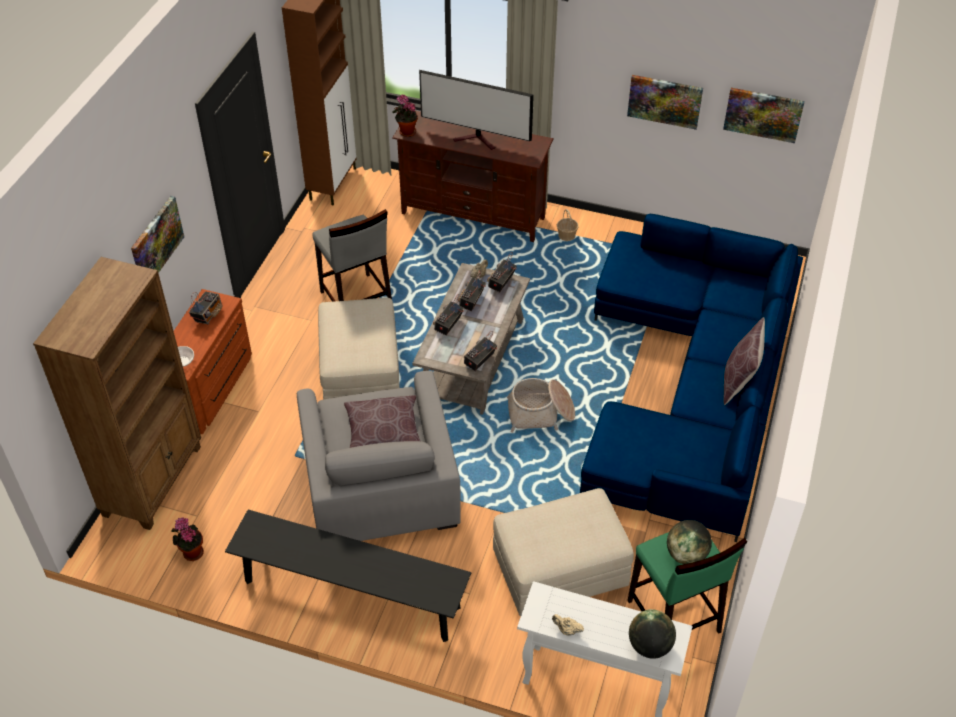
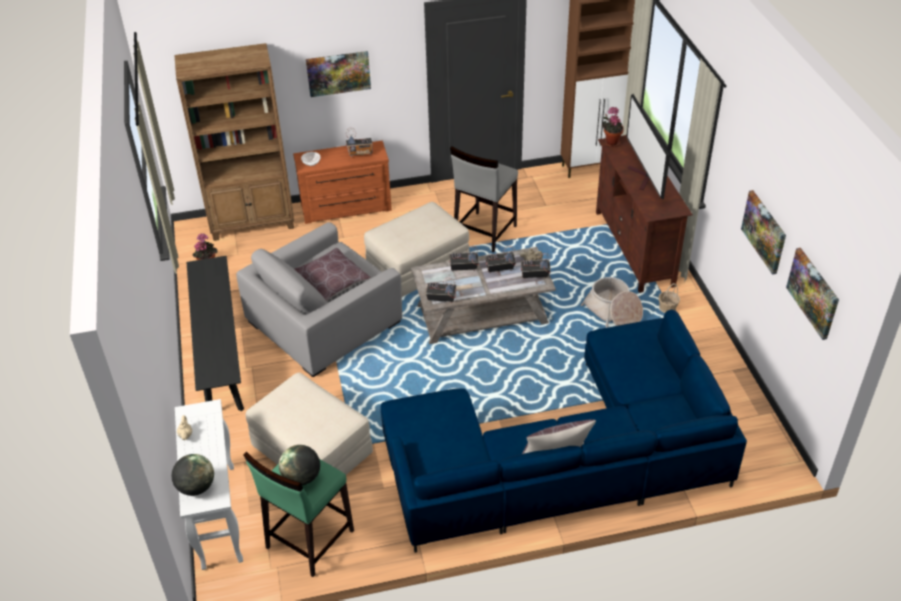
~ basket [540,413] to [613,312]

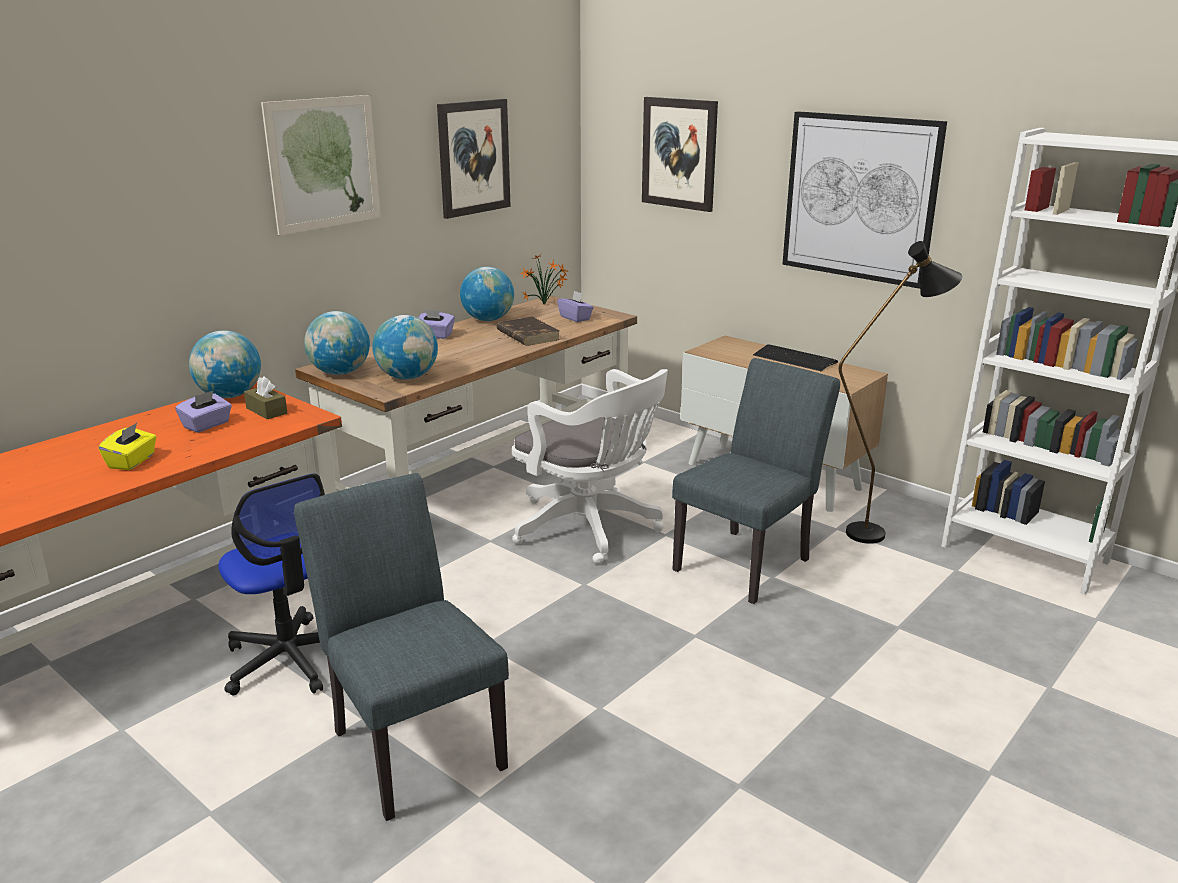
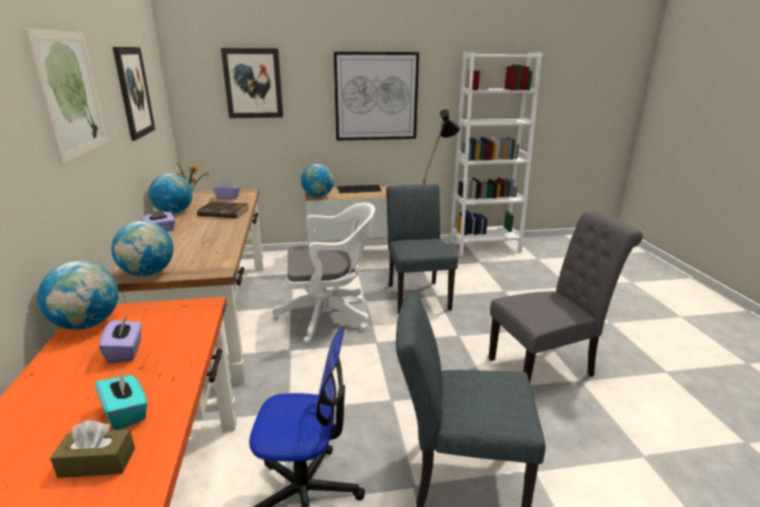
~ brown tissue box [266,411] to [97,463]
~ yellow tissue box [132,461] to turquoise tissue box [126,413]
~ globe [407,377] to [318,196]
+ grey chair [546,366]

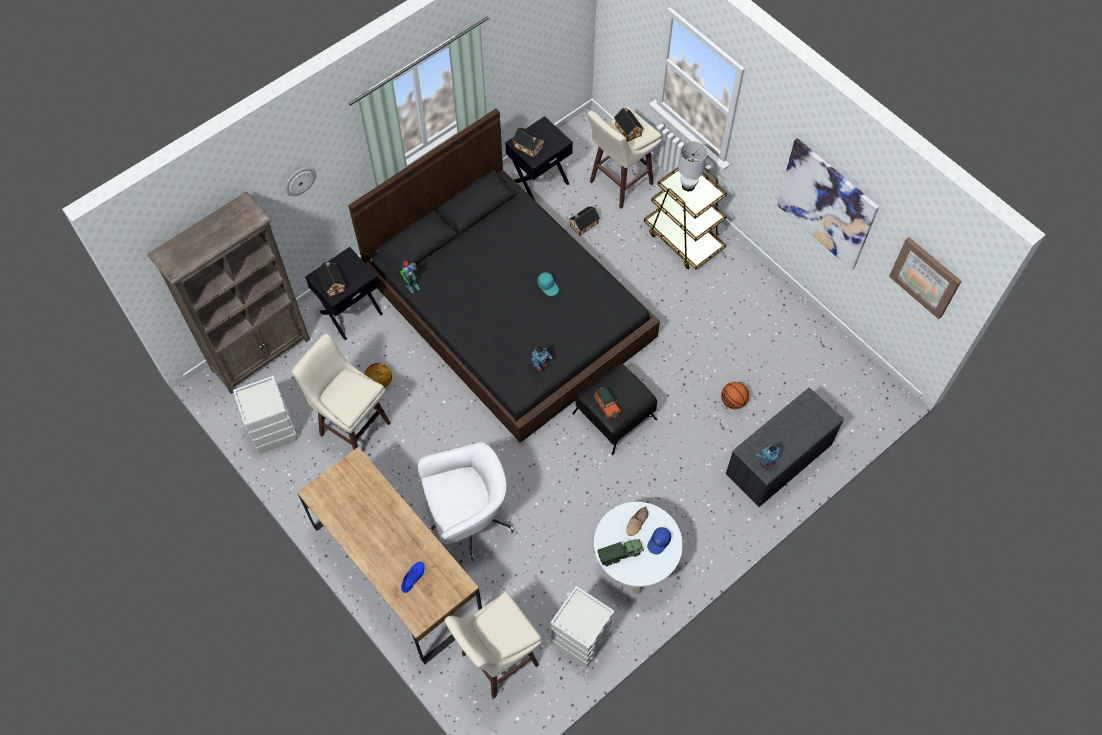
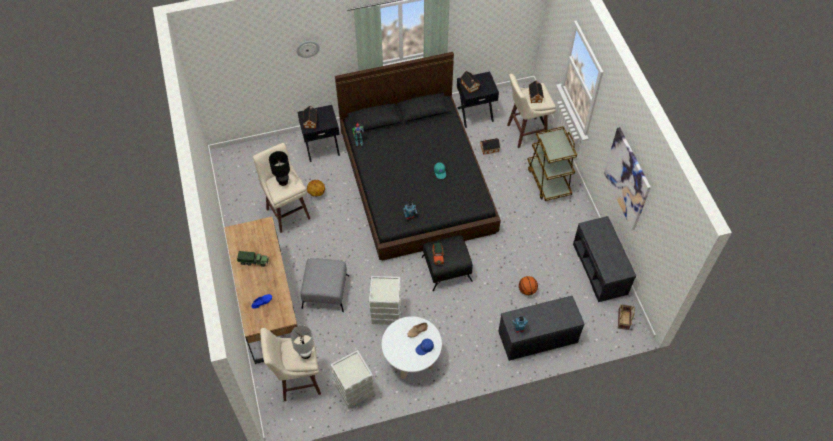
~ toy truck [620,554] to [254,261]
+ black table lamp [283,181]
~ white table lamp [688,185] to [305,353]
~ white office chair [468,519] to grey ottoman [325,292]
~ grey storage box [273,431] to [385,312]
+ grey bench [600,269]
+ basket [624,320]
- brown bookcase [261,353]
- picture [925,277]

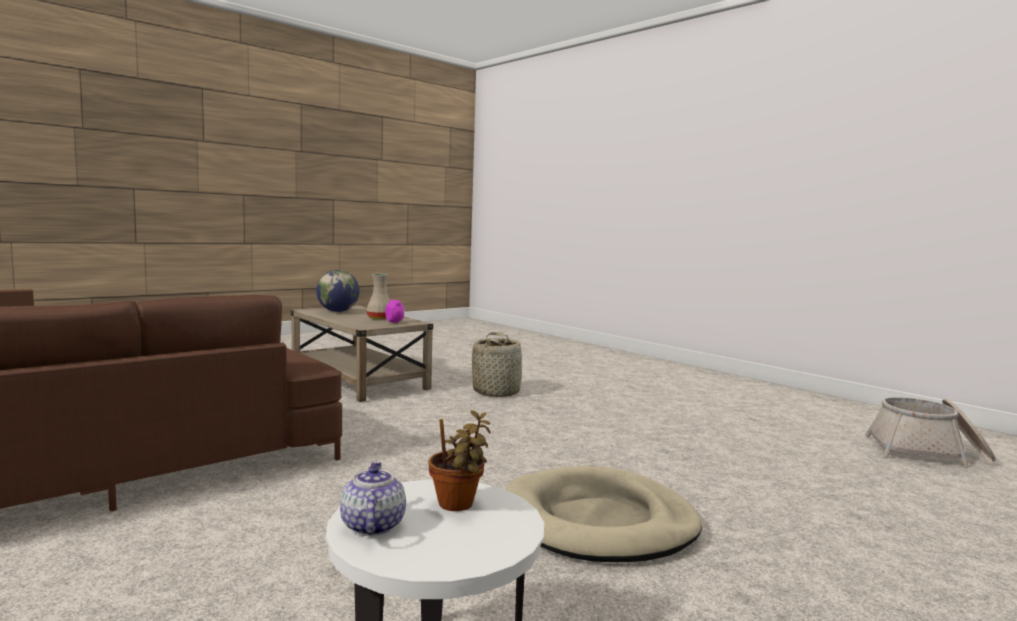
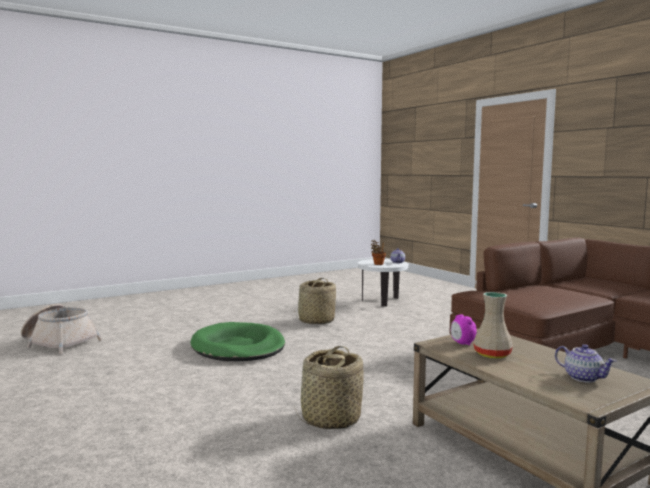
+ green dog bed [238,347]
~ beige dog bed [599,522] to basket [316,321]
~ globe [338,311] to teapot [582,377]

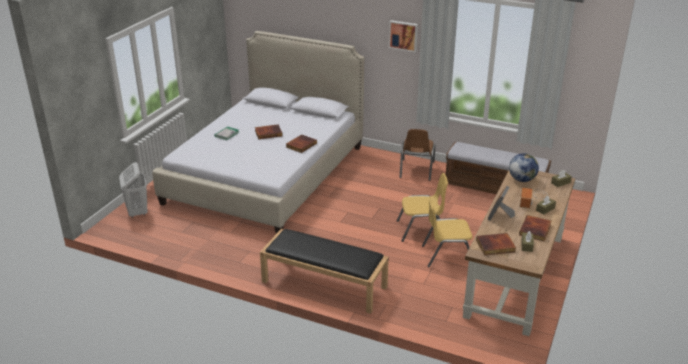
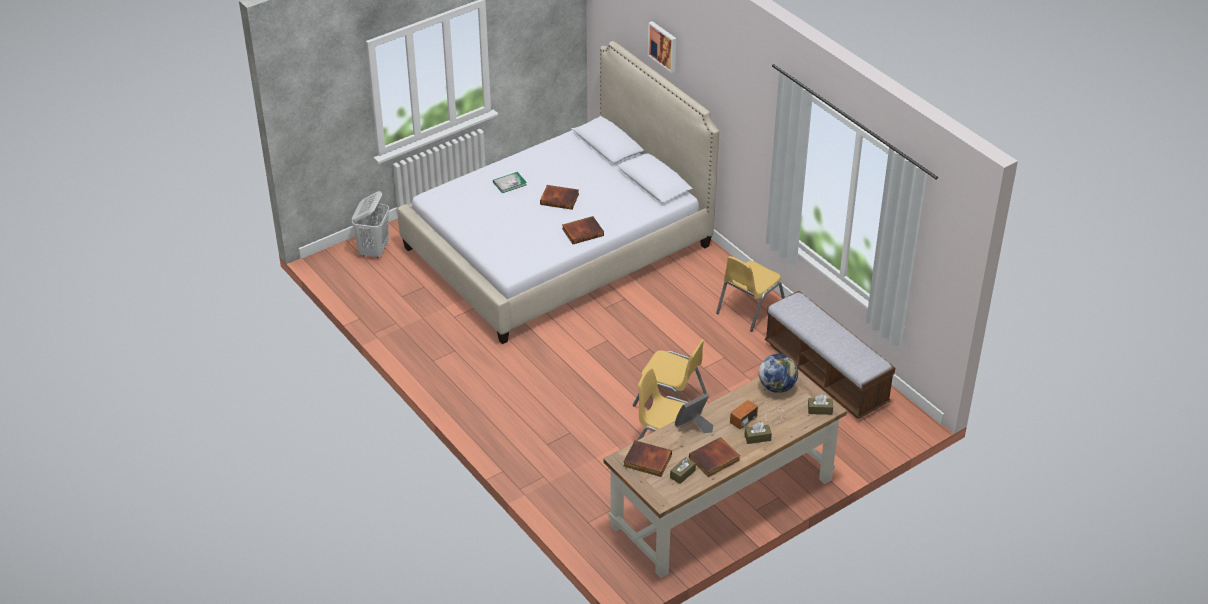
~ picture [403,35] to [663,46]
~ brown chair [416,170] to yellow chair [749,308]
- black bench [323,284]

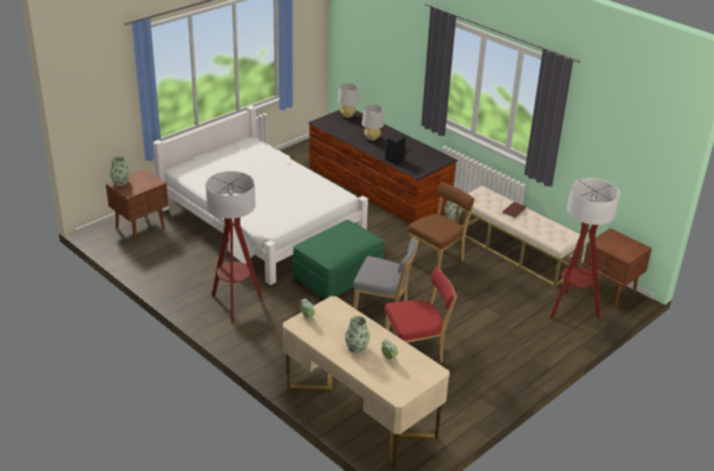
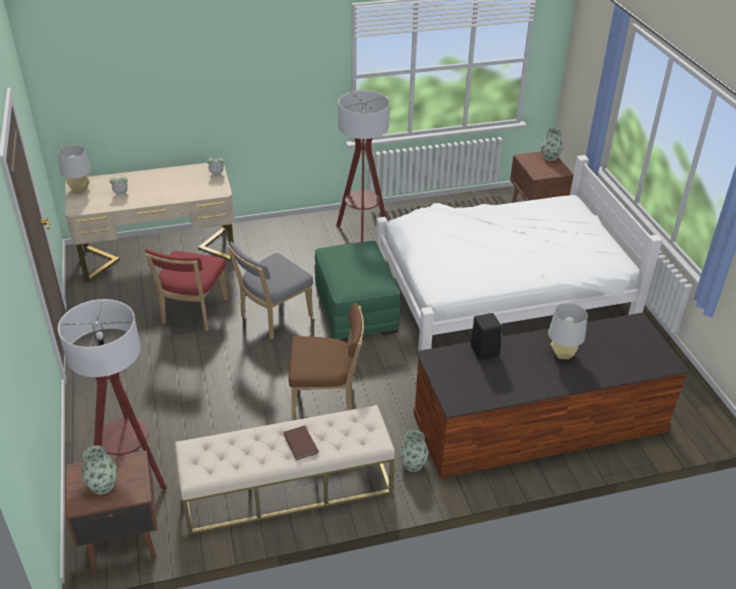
~ grey table lamp [347,115] to [79,189]
~ vase [356,347] to [102,485]
~ brown chair [437,259] = [326,400] 75 degrees counterclockwise

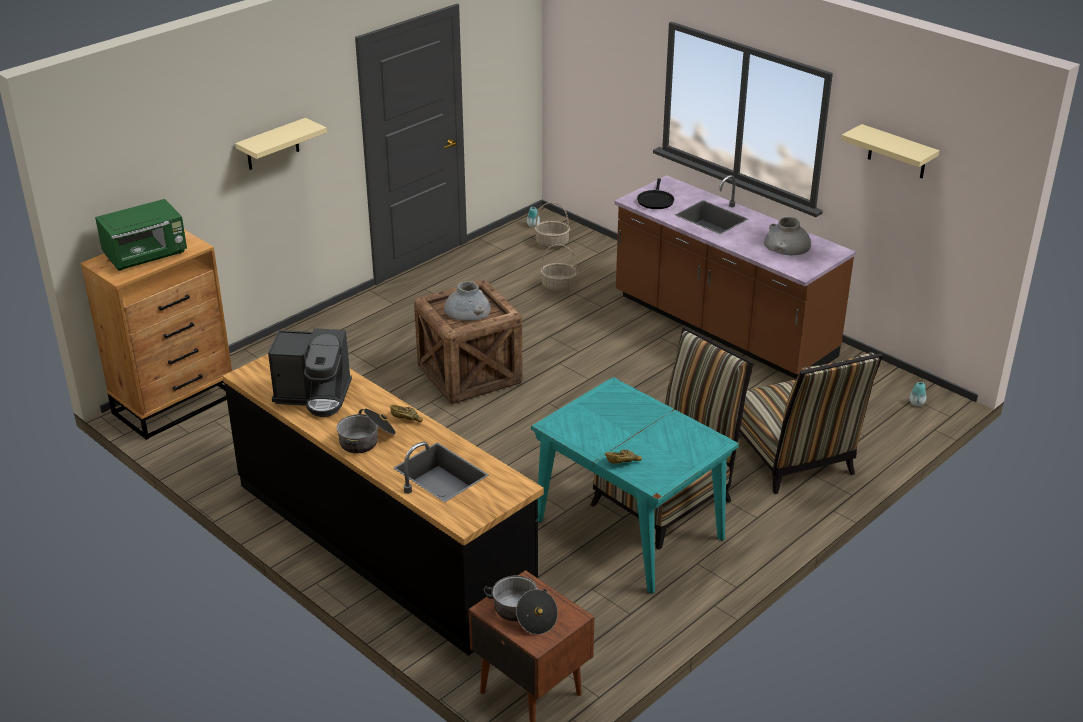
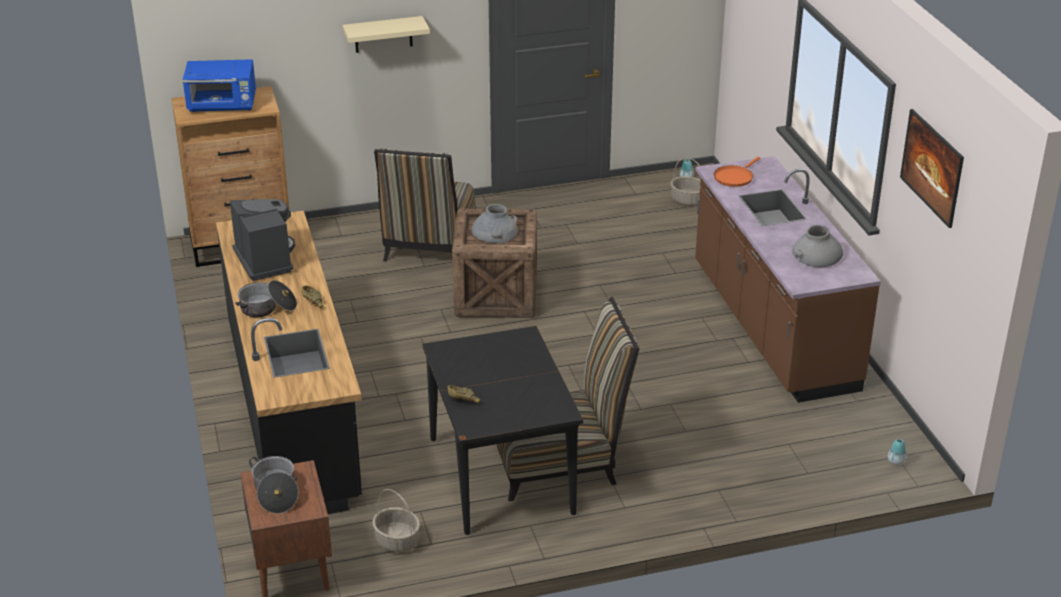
~ green microwave [146,255] to blue microwave [223,105]
~ coffee machine [314,396] = [265,260] 150 degrees counterclockwise
~ basket [558,286] to [396,541]
~ chair [793,459] to [429,245]
~ turquoise dining table [630,529] to black dining table [501,475]
~ black frying pan [655,201] to orange frying pan [734,177]
~ beige shelf [897,152] to picture [929,184]

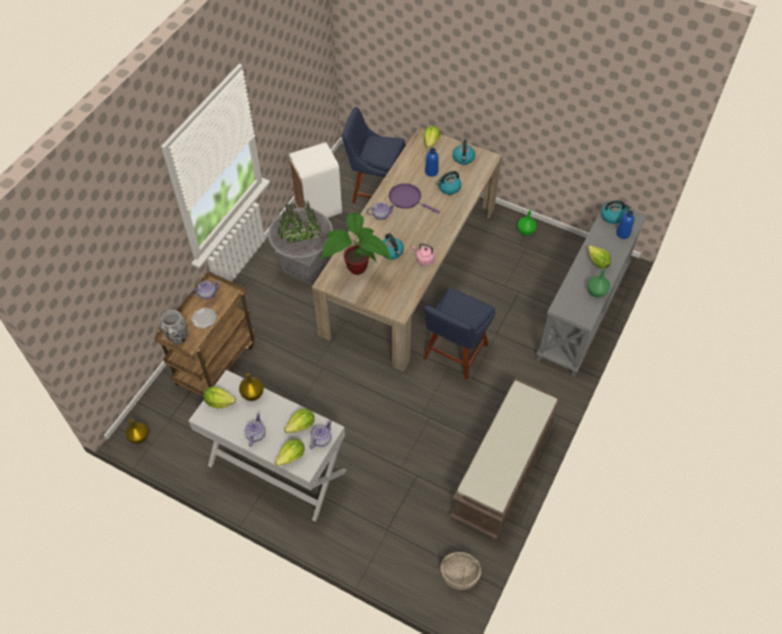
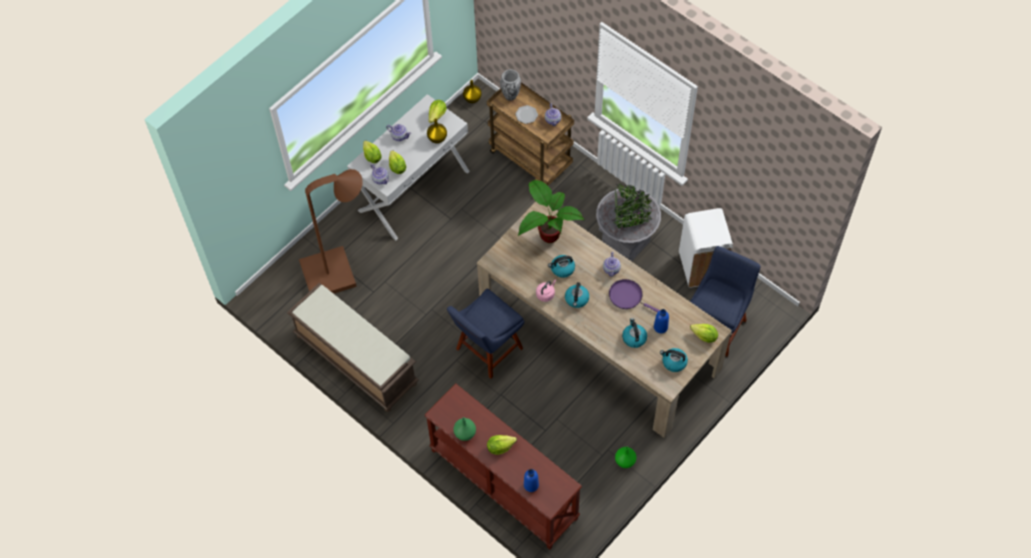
+ brown floor lamp [337,271]
~ grey console table [583,313] to brown console table [502,484]
~ blue chair [454,354] = [487,351] 90 degrees counterclockwise
~ kettle [612,216] to [577,299]
~ purple frying pan [407,198] = [628,296] 105 degrees counterclockwise
- basket [460,575]

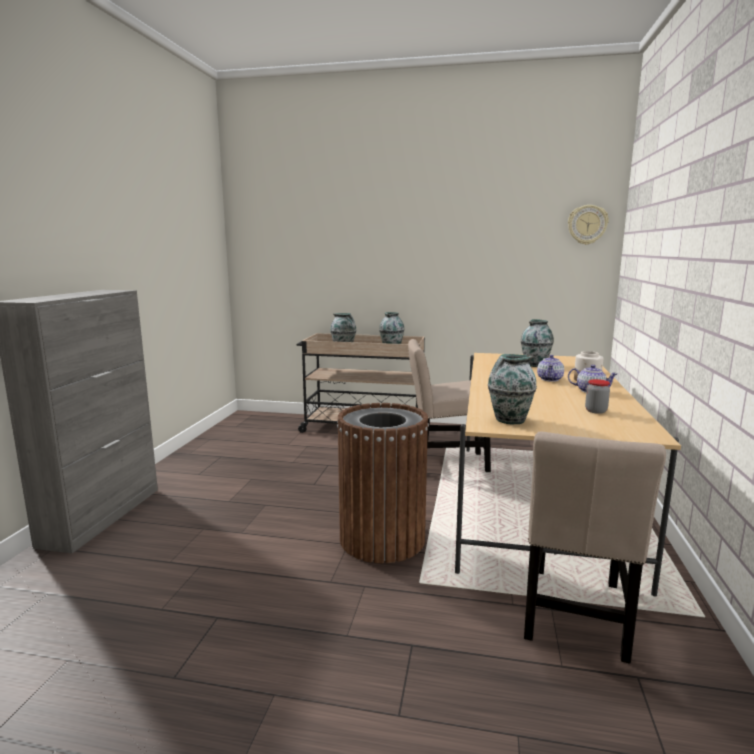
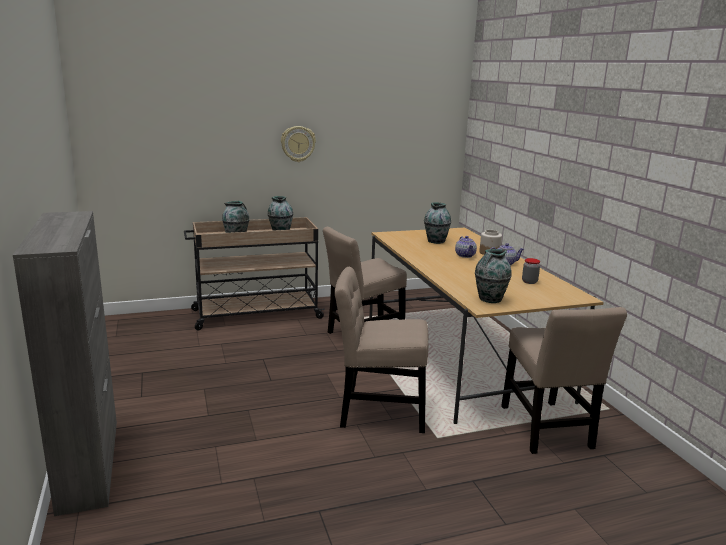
~ wall clock [587,224] to [298,144]
~ brown trash can [382,539] to beige chair [378,413]

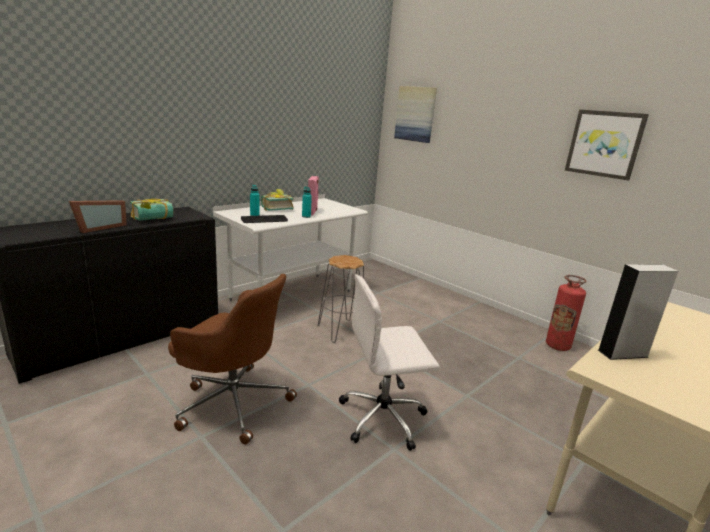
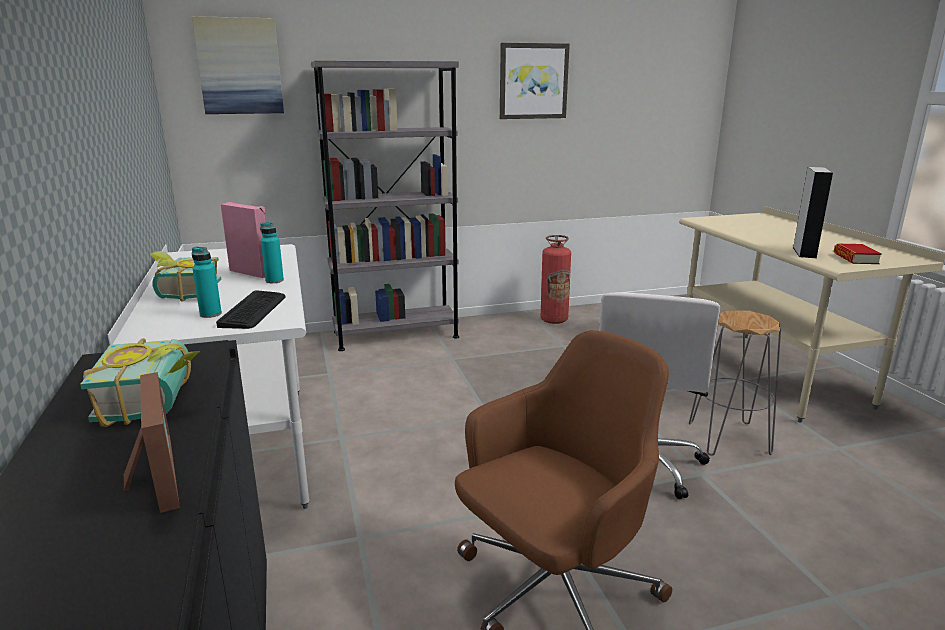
+ grey bookcase [396,334]
~ grey stool [340,331] to [729,439]
+ book [855,258]

